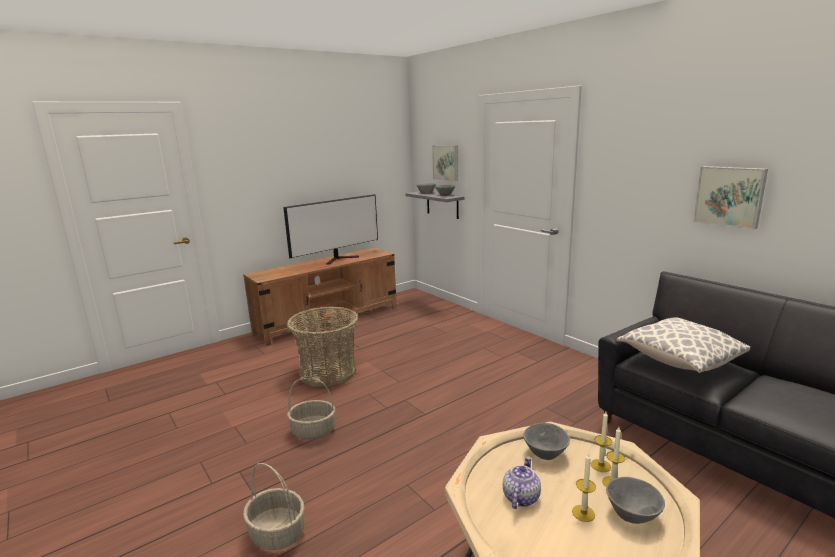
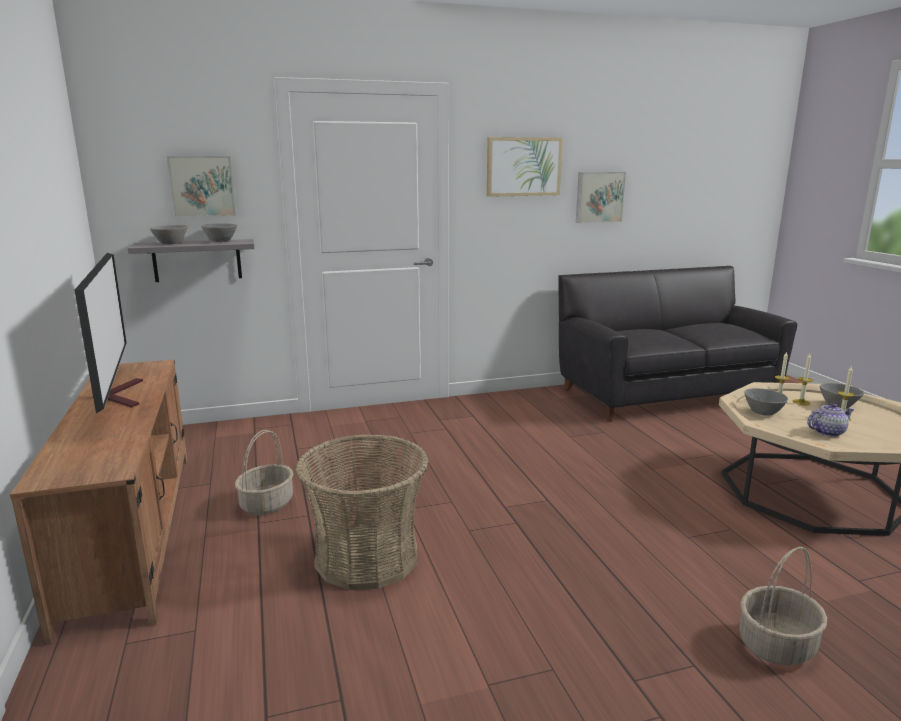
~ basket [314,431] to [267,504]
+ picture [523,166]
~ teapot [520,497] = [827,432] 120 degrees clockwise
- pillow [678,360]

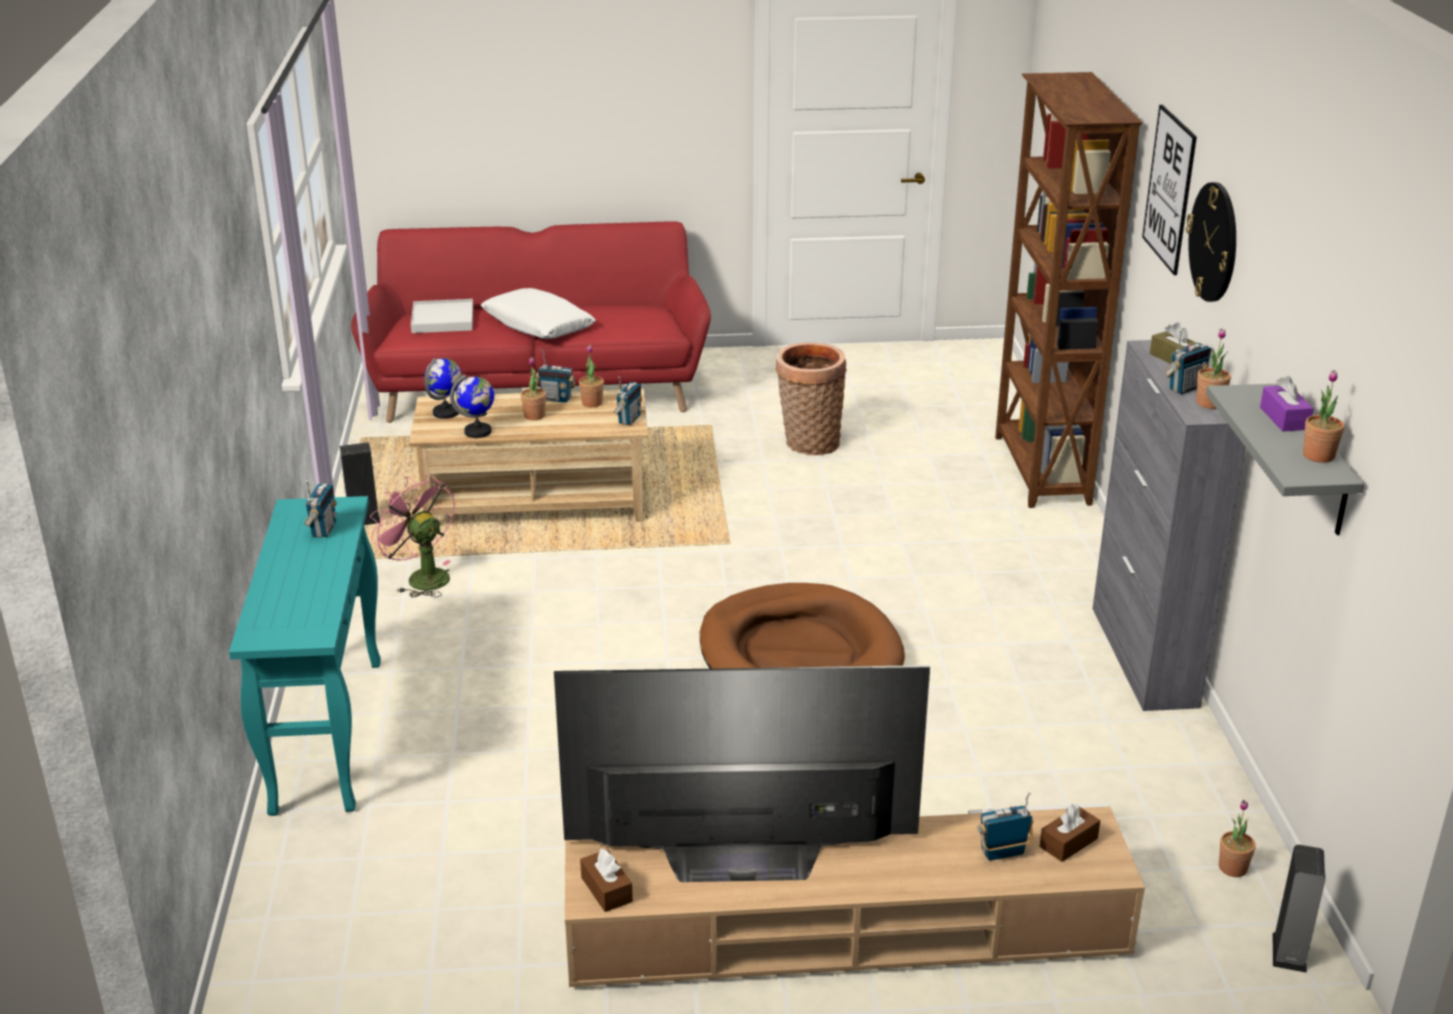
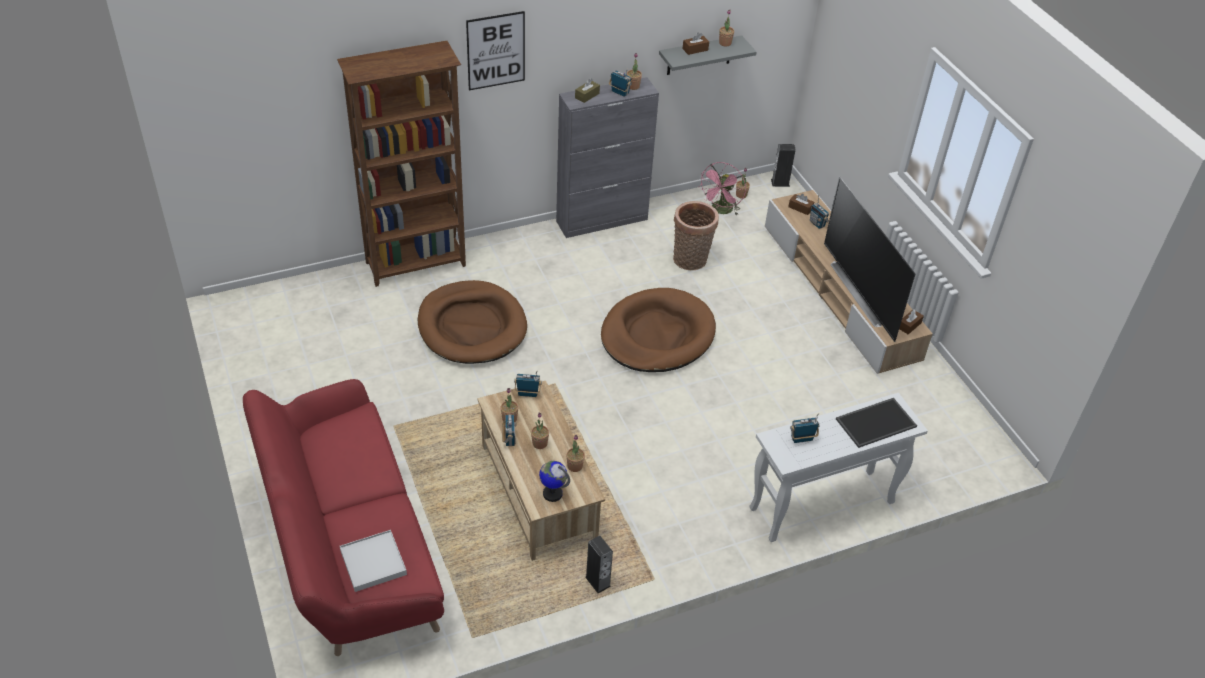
+ brown dog bed [472,326]
~ globe [478,432] to potted plant [575,466]
~ basket [808,443] to [690,261]
~ purple tissue box [1284,418] to brown tissue box [695,49]
~ pink fan [421,577] to [721,211]
~ turquoise console table [327,733] to white console table [821,506]
+ tray [876,422]
- white pillow [538,325]
- wall clock [1214,242]

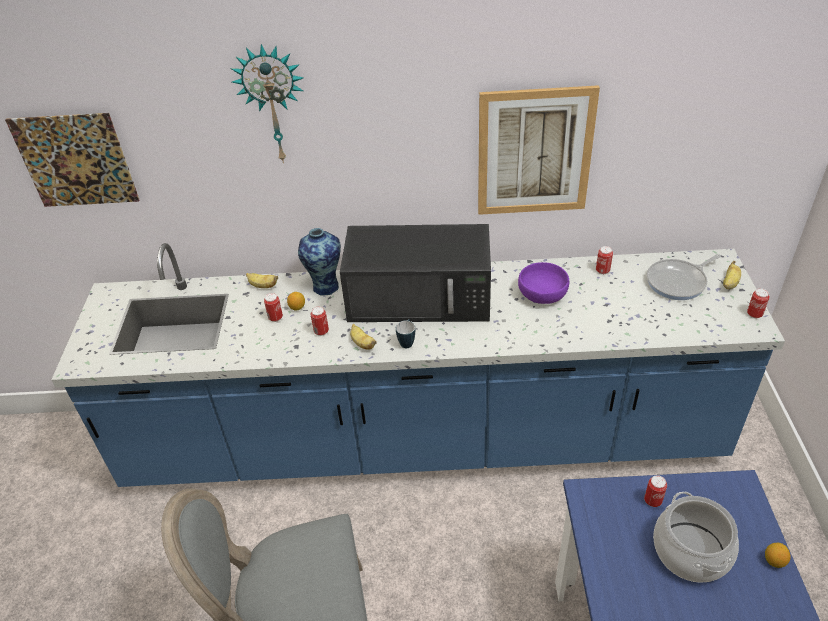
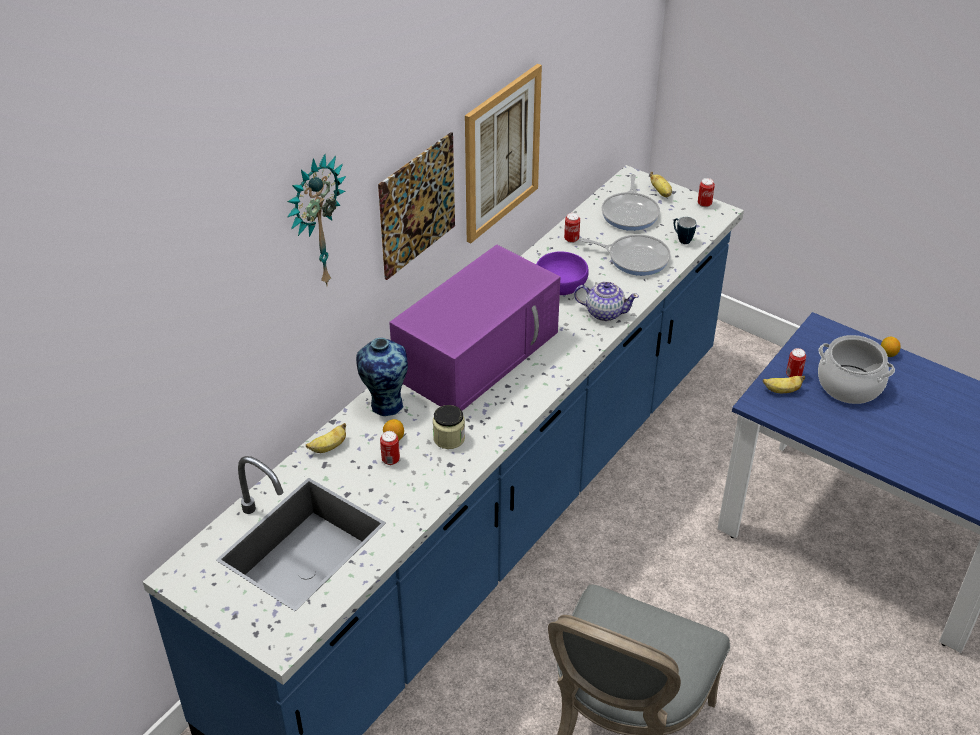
~ picture [75,161] to [417,205]
~ black microwave [421,296] to purple microwave [478,353]
~ can [321,331] to jar [449,438]
+ teapot [604,312]
+ frying pan [635,258]
~ mug [407,342] to [681,239]
~ banana [362,344] to [782,391]

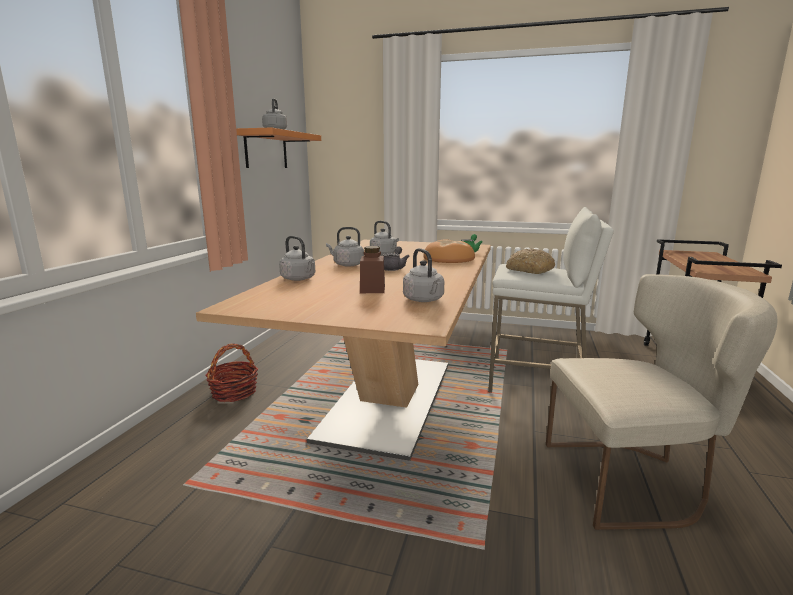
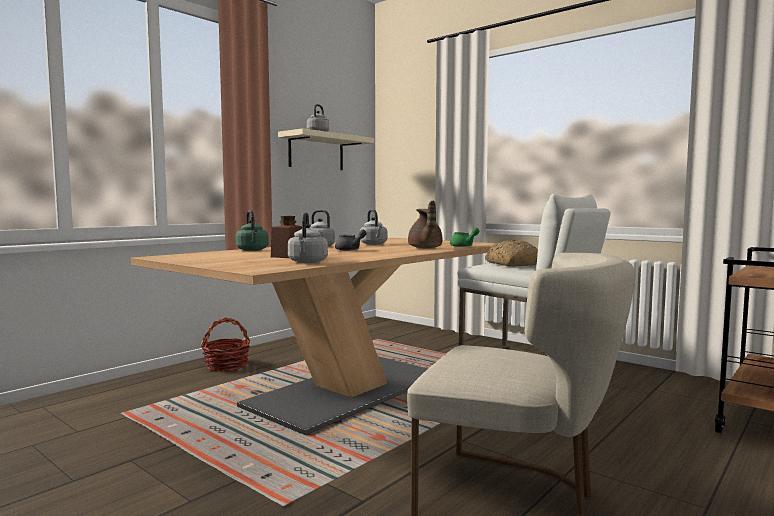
~ grey kettle [299,279] to green kettle [252,250]
~ orange shelf [266,150] to beige shelf [316,152]
~ bread [448,259] to brown teapot [425,248]

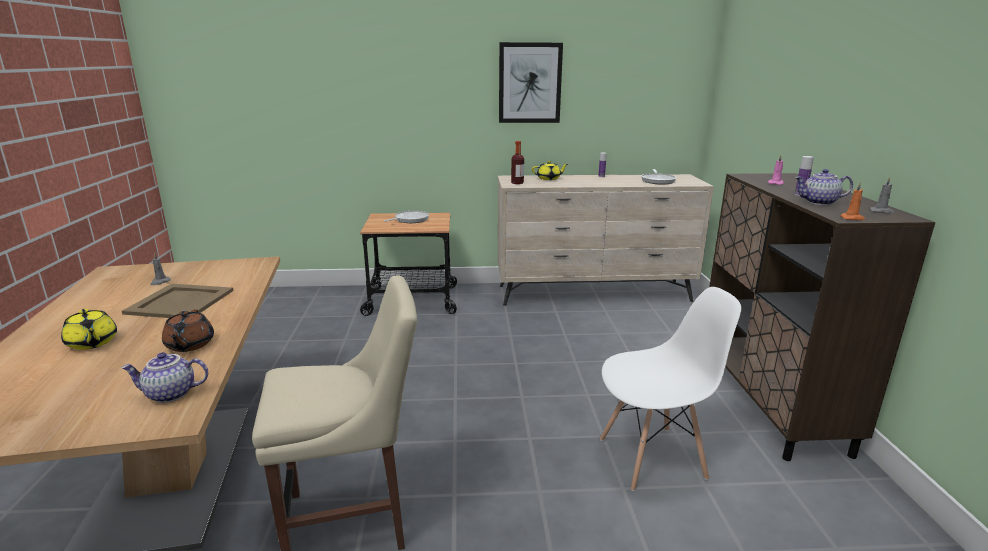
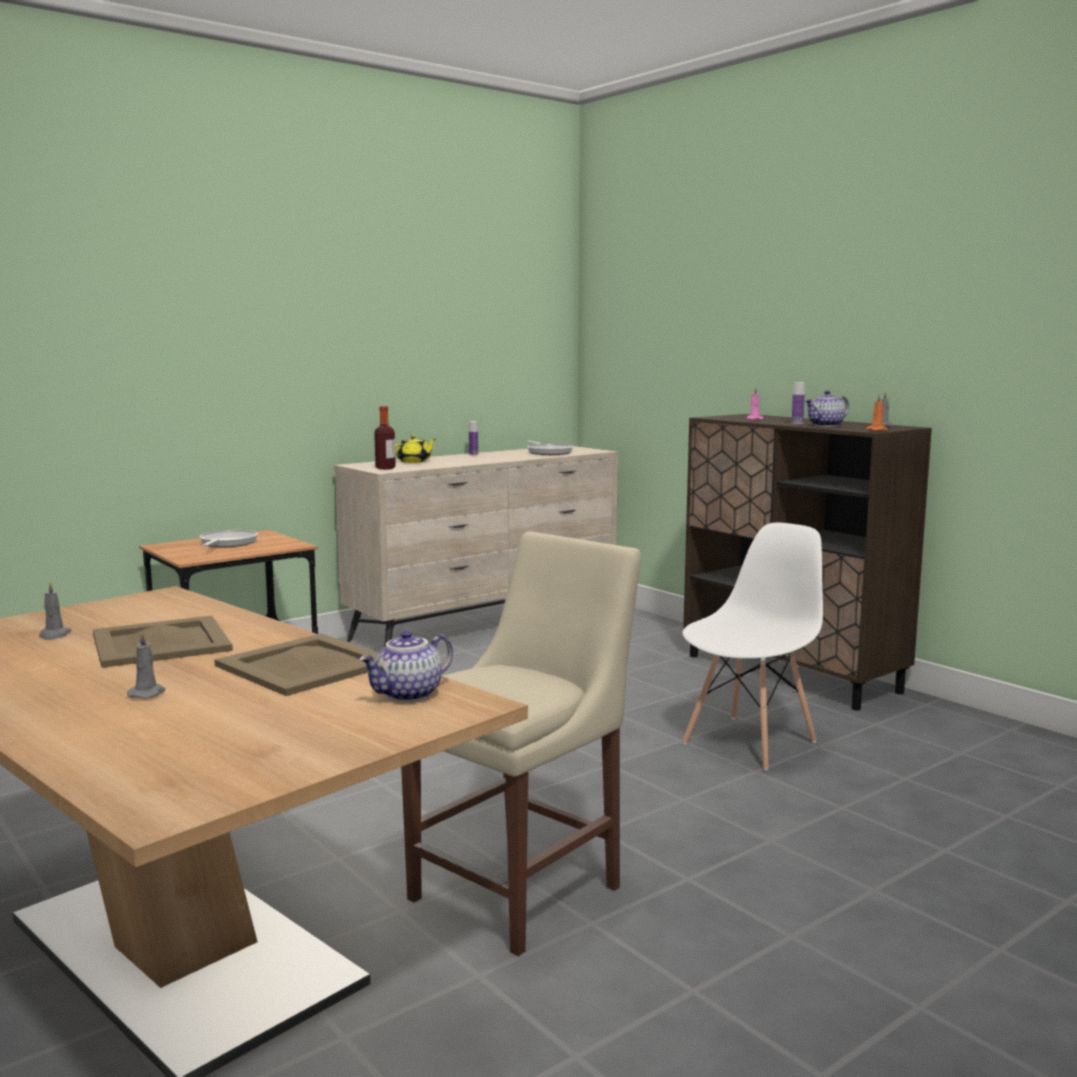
~ yellow teapot [92,343] to grey candle [148,693]
~ brown teapot [189,345] to beige tray [307,665]
- picture [530,83]

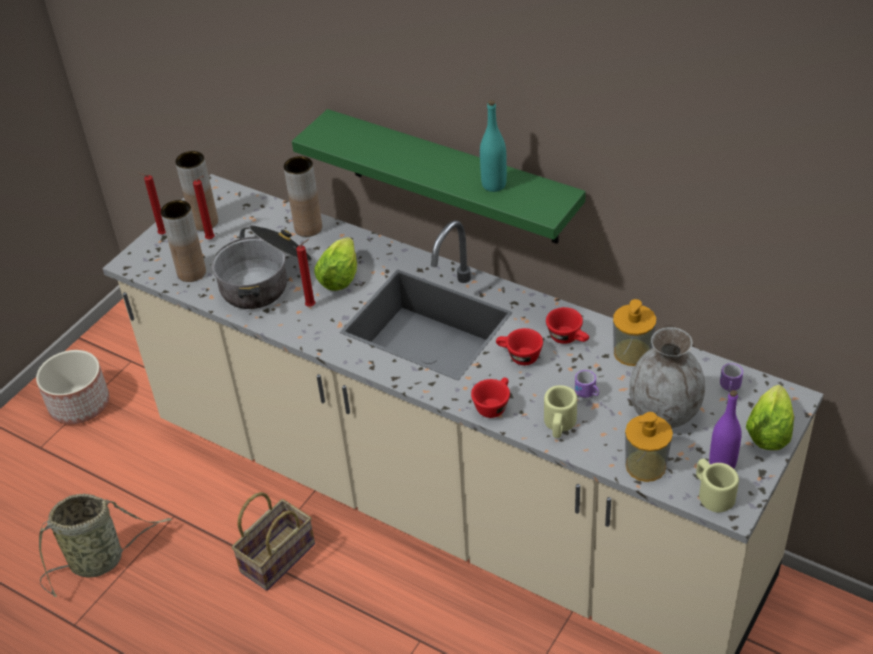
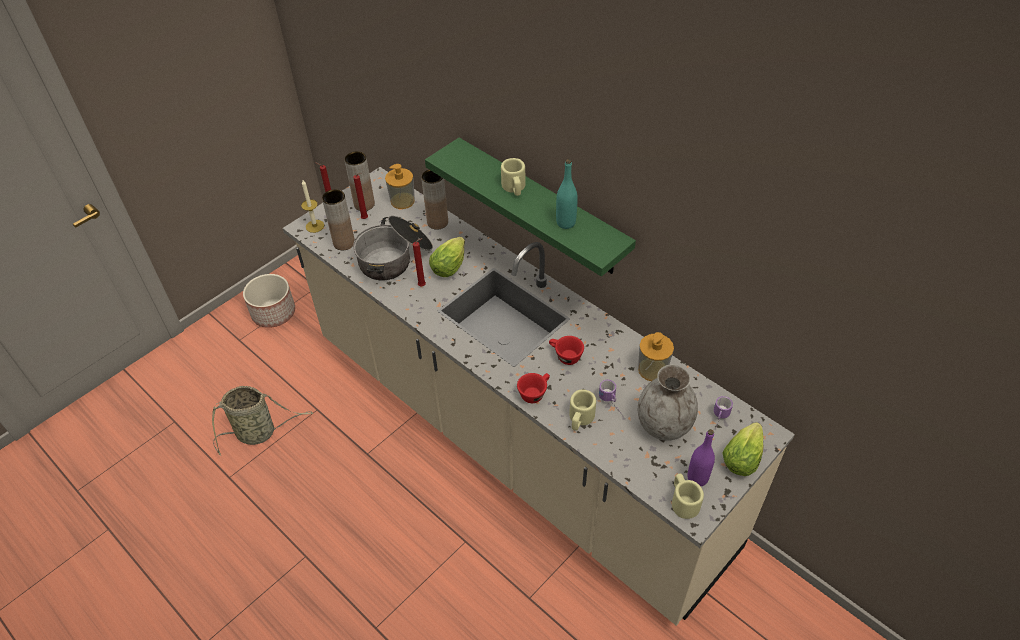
+ candle [315,226]
~ soap dispenser [645,465] to [402,201]
+ beige mug [514,188]
- basket [278,556]
- red cup [568,338]

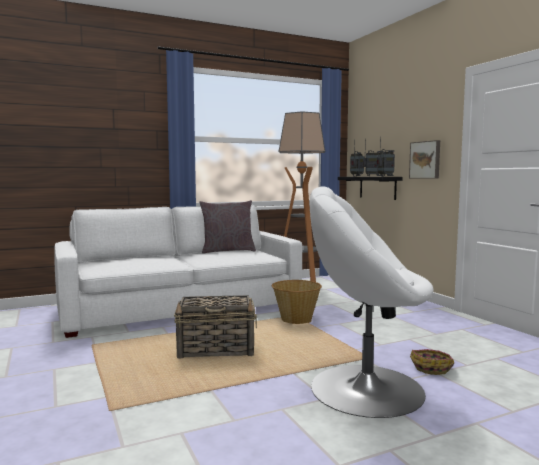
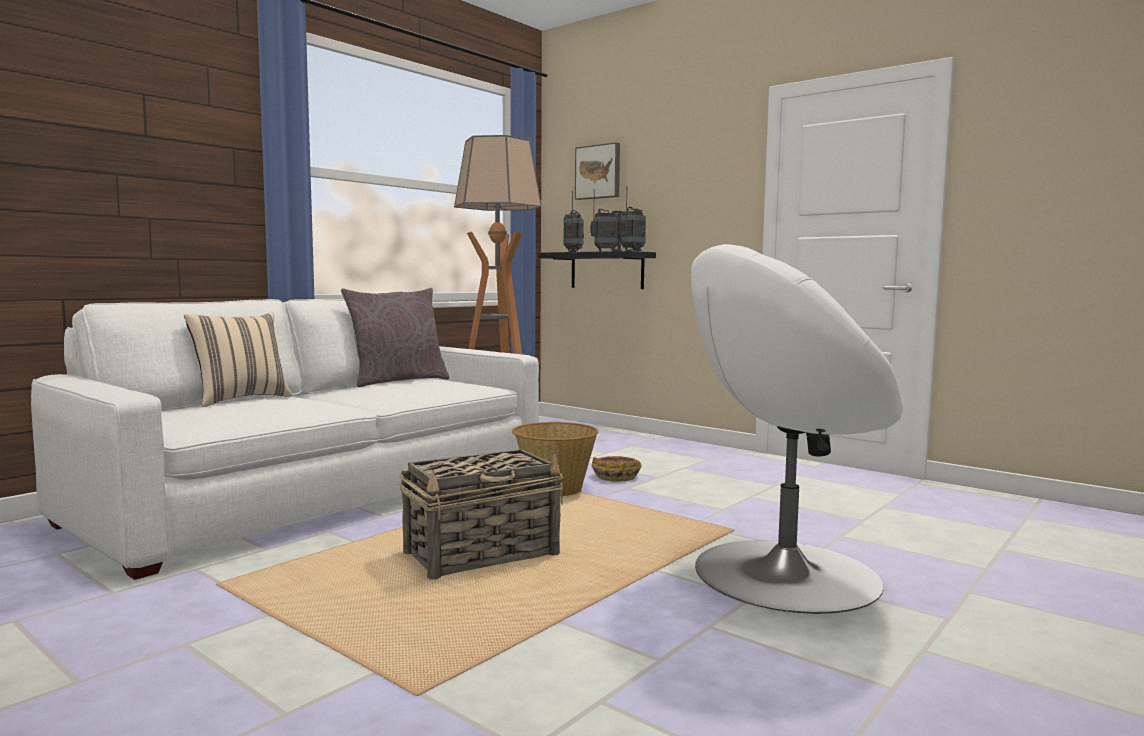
+ beige pillow [240,399]
~ picture [425,160] to [598,172]
~ basket [431,367] to [616,476]

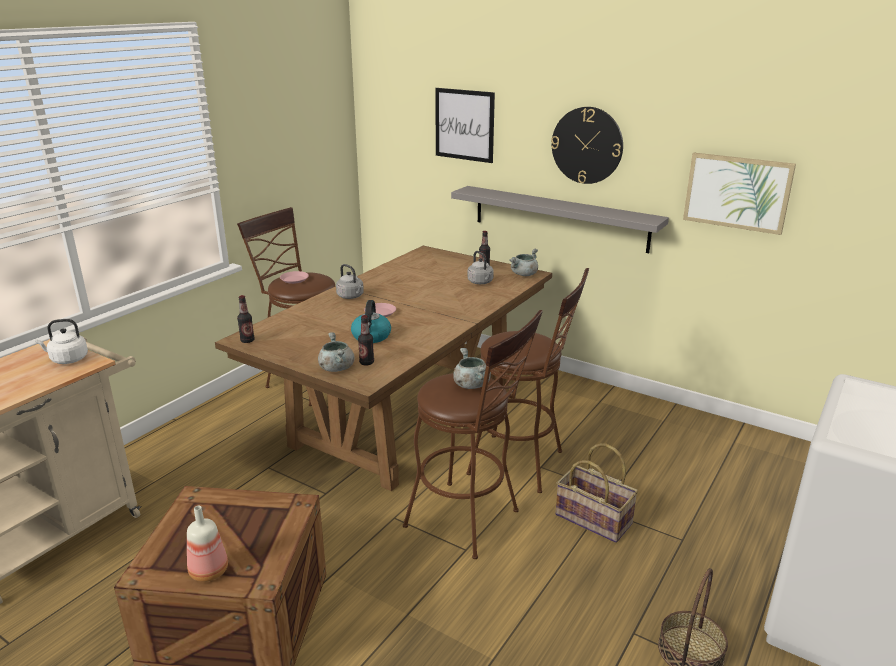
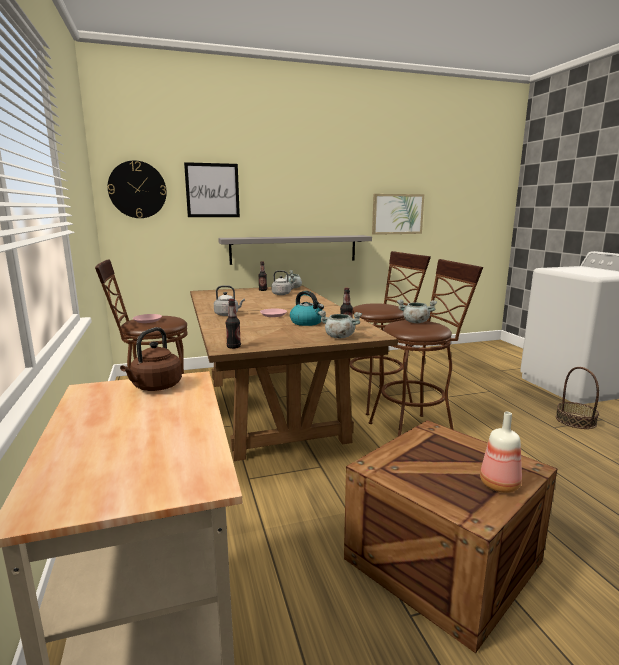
~ wall clock [587,145] to [137,189]
~ white kettle [67,359] to brown kettle [155,387]
- basket [594,519]

